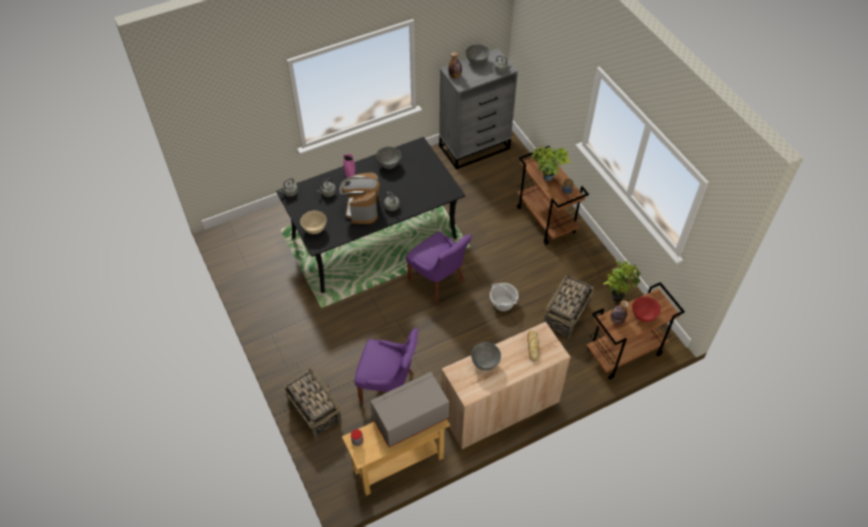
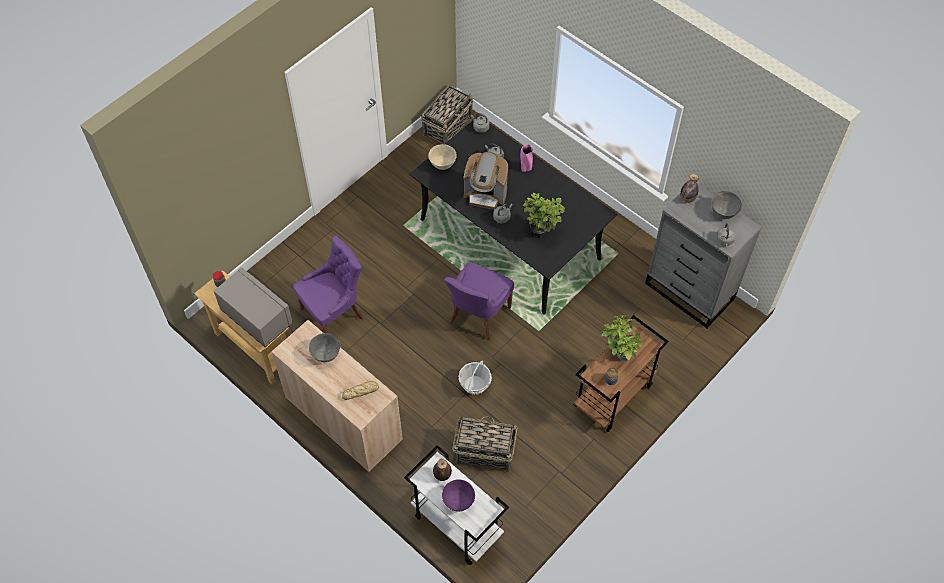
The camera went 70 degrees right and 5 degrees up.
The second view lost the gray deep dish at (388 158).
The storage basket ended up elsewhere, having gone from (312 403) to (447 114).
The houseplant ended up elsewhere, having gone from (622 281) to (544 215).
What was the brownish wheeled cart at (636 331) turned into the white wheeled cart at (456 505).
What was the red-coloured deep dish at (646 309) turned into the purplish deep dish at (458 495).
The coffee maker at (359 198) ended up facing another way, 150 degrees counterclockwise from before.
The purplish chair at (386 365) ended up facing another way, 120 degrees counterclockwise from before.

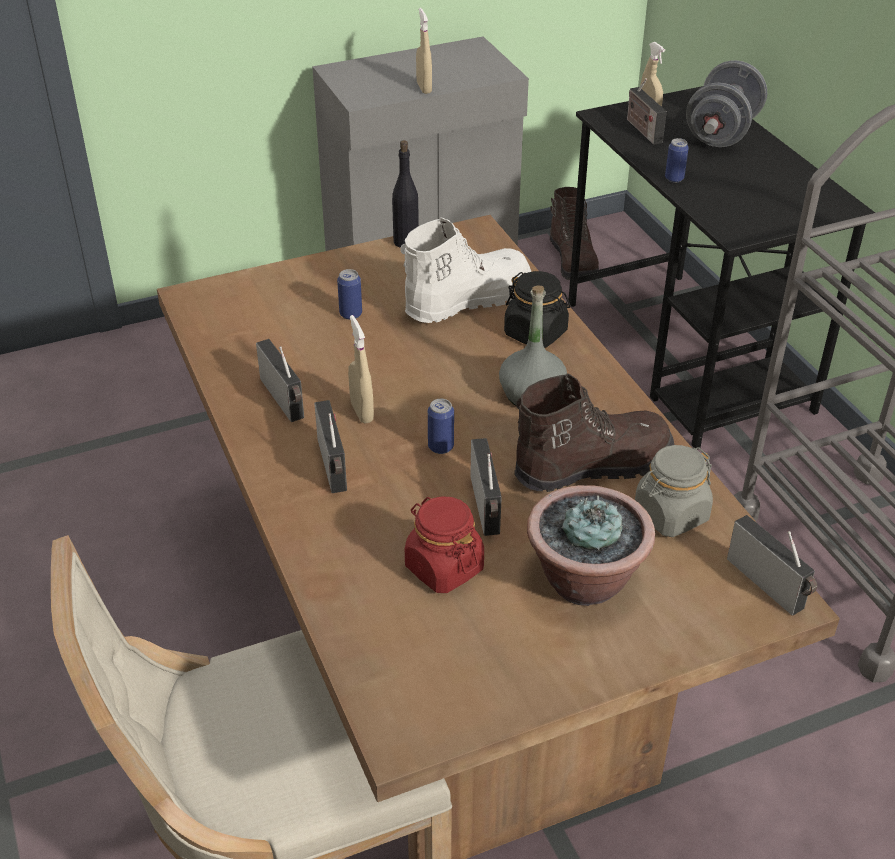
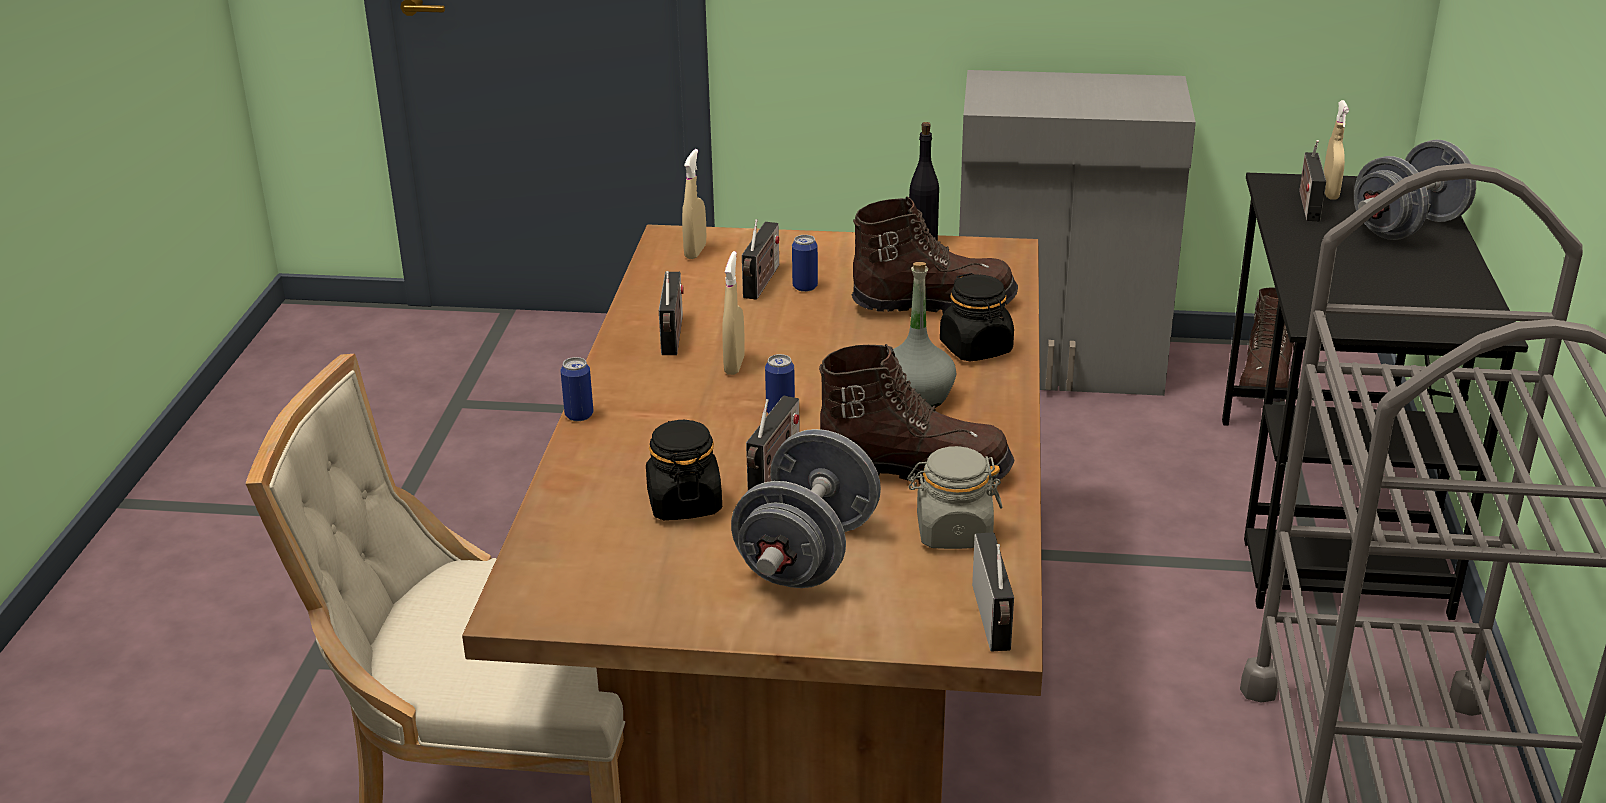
The camera went 30 degrees right and 10 degrees down.
The radio receiver ended up elsewhere, having gone from (330 446) to (760 259).
The beige hand sprayer ended up elsewhere, having gone from (424 51) to (694 204).
The metal can ended up elsewhere, having gone from (677 160) to (576 389).
Where the houseplant stood at (591 545), the gray hand weight came to stand at (806 508).
What was the white boot at (466 270) turned into the brownish boot at (935 255).
What was the red-coloured preserve jar at (444 544) turned into the black-coloured preserve jar at (684 469).

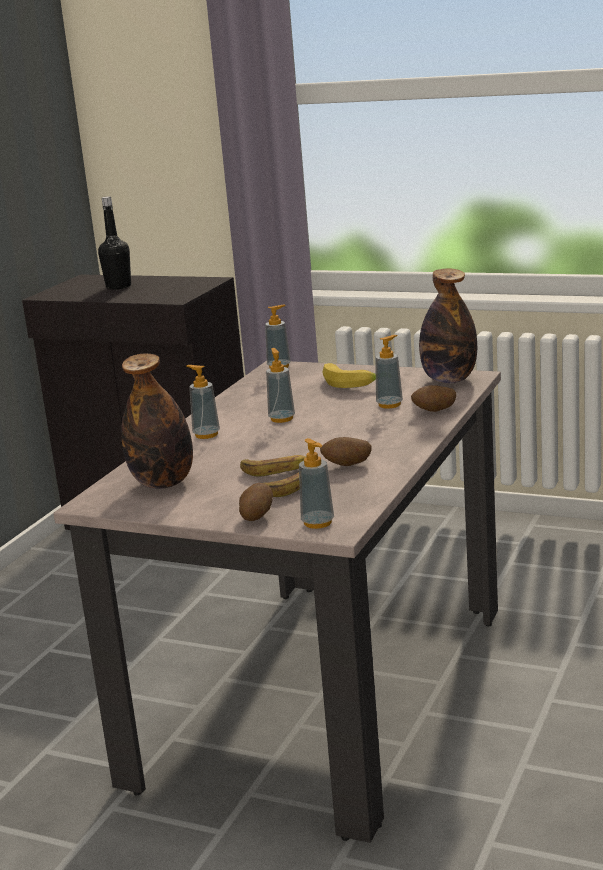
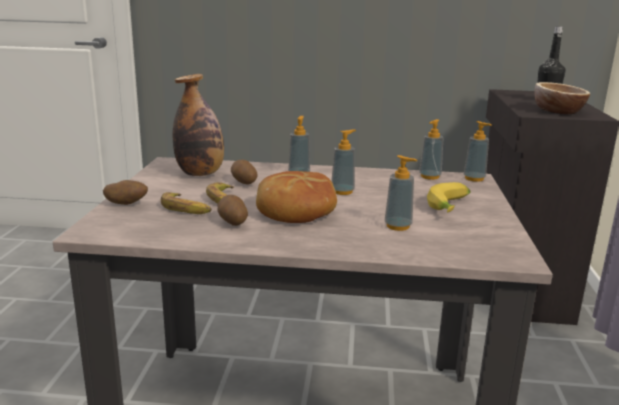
The camera went 70 degrees right and 0 degrees up.
The second view lost the drink bottle at (448 325).
The second view gained the bread at (296 197).
The second view gained the deep dish at (562 98).
The soap dispenser ended up elsewhere, having gone from (316 483) to (431 149).
The potato ended up elsewhere, having gone from (433 398) to (244 172).

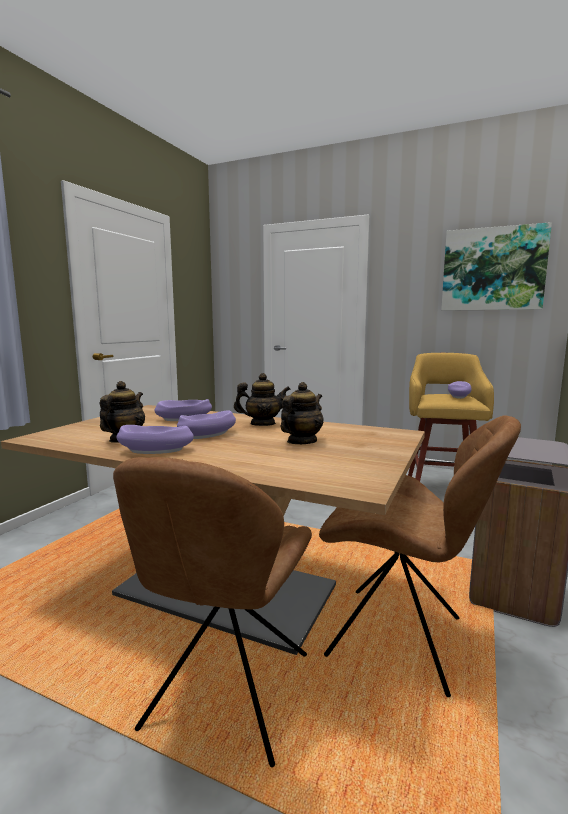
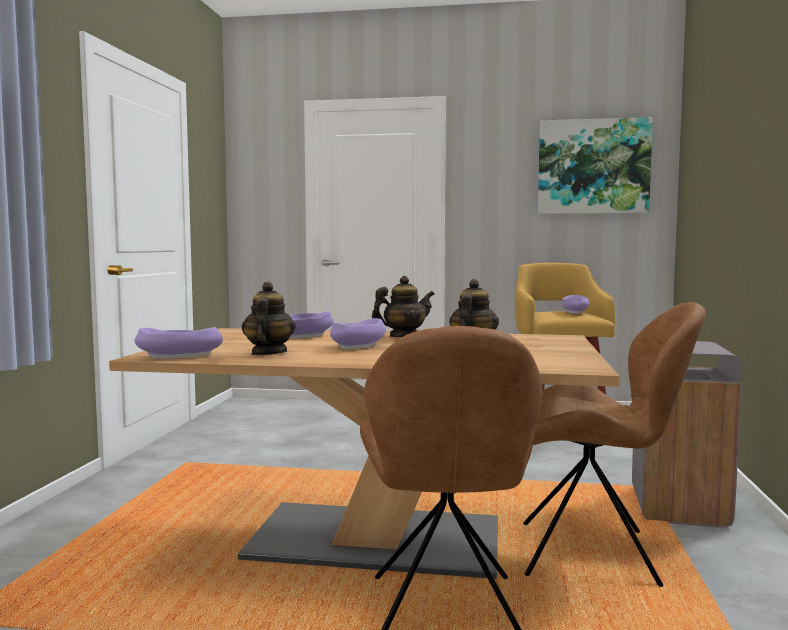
The camera went 15 degrees left and 5 degrees down.
The purplish deep dish ended up elsewhere, having gone from (155 439) to (178 343).

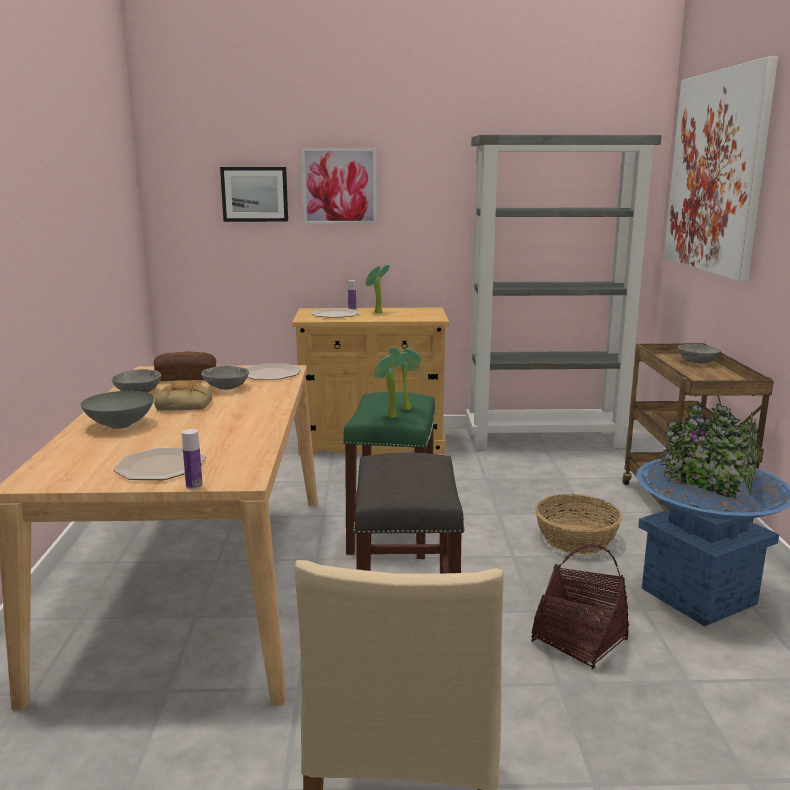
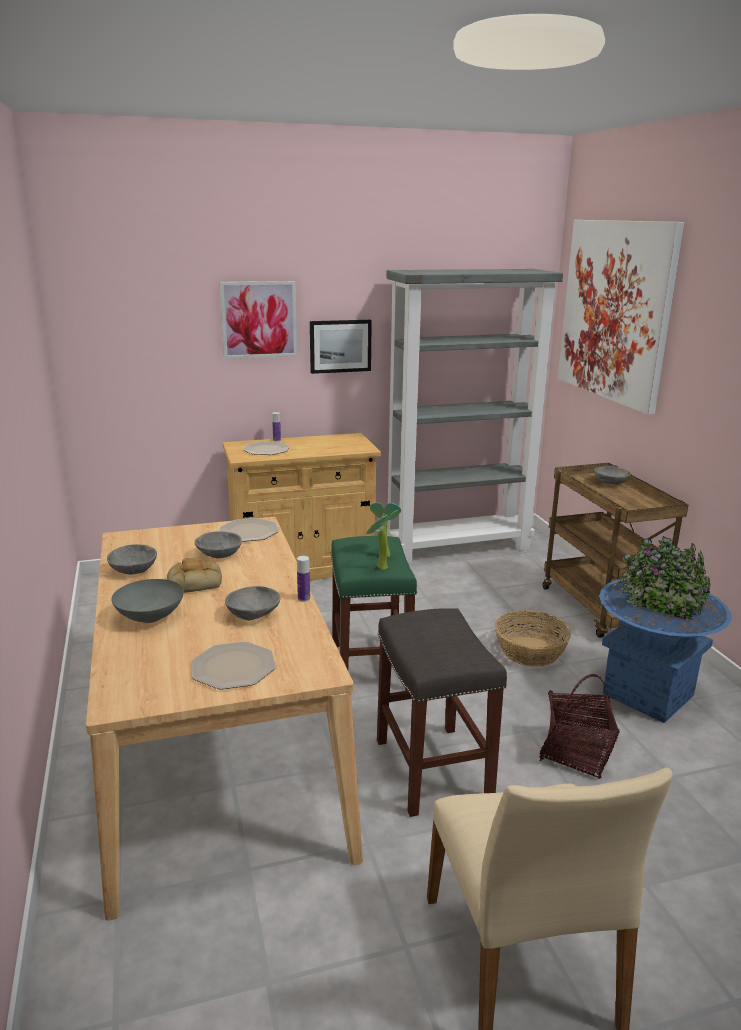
The camera went 15 degrees left and 5 degrees up.
The second view lost the bread at (184 366).
The second view lost the houseplant at (377 289).
The second view gained the gray deep dish at (252 603).
The drink bottle ended up elsewhere, having gone from (192 459) to (303 579).
The wall picture ended up elsewhere, having gone from (254 194) to (341 347).

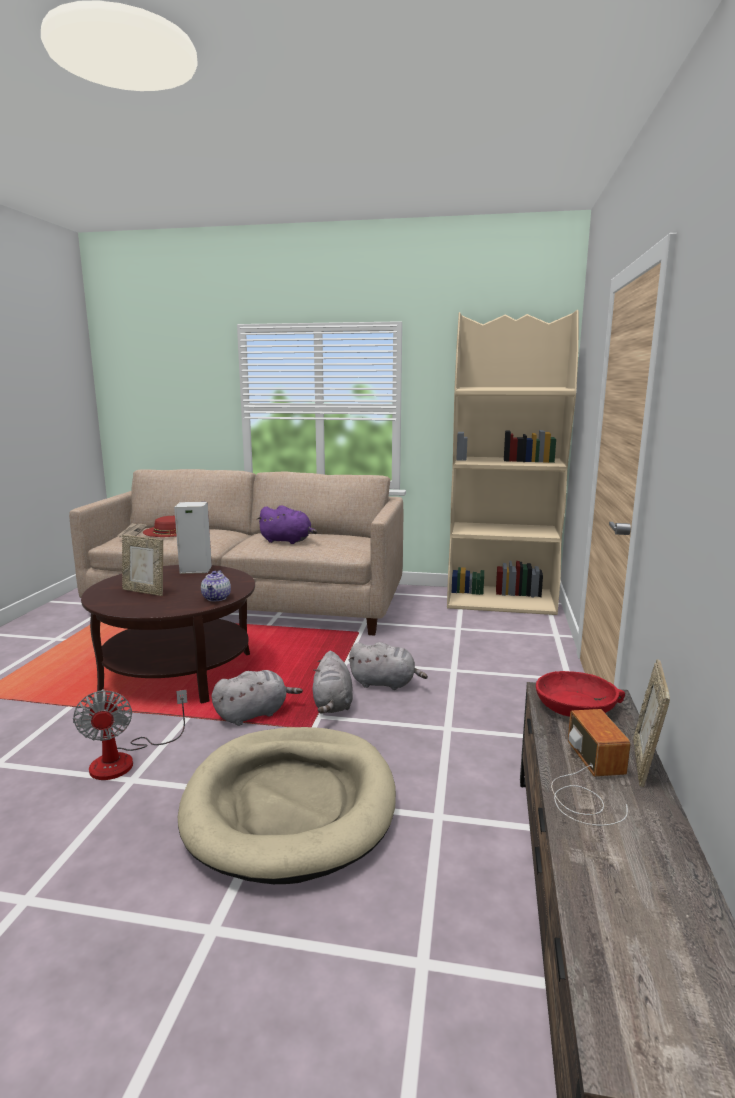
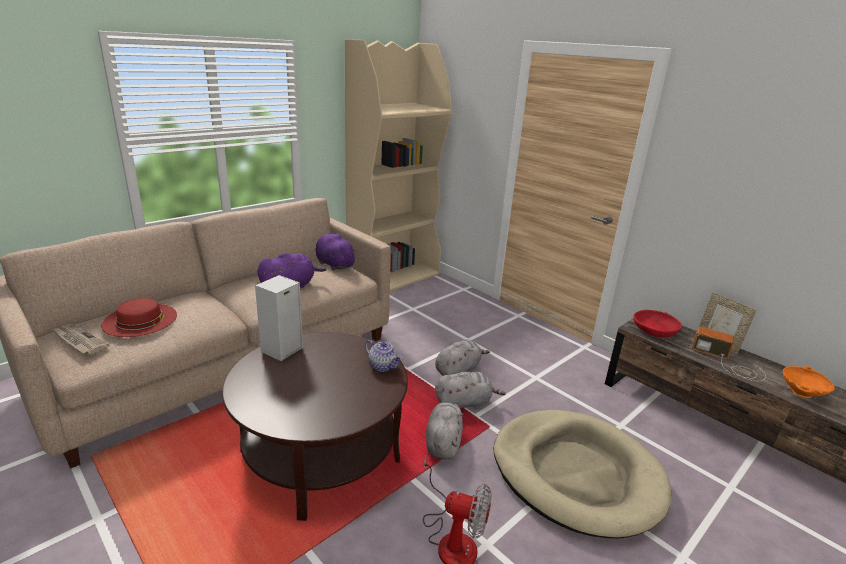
The camera went 55 degrees left and 10 degrees up.
The second view lost the picture frame at (142 565).
The second view gained the purplish soft toy at (336 252).
The second view gained the orange-coloured deep dish at (809 382).
The gray soft toy at (333 682) ended up facing another way, 45 degrees counterclockwise from before.

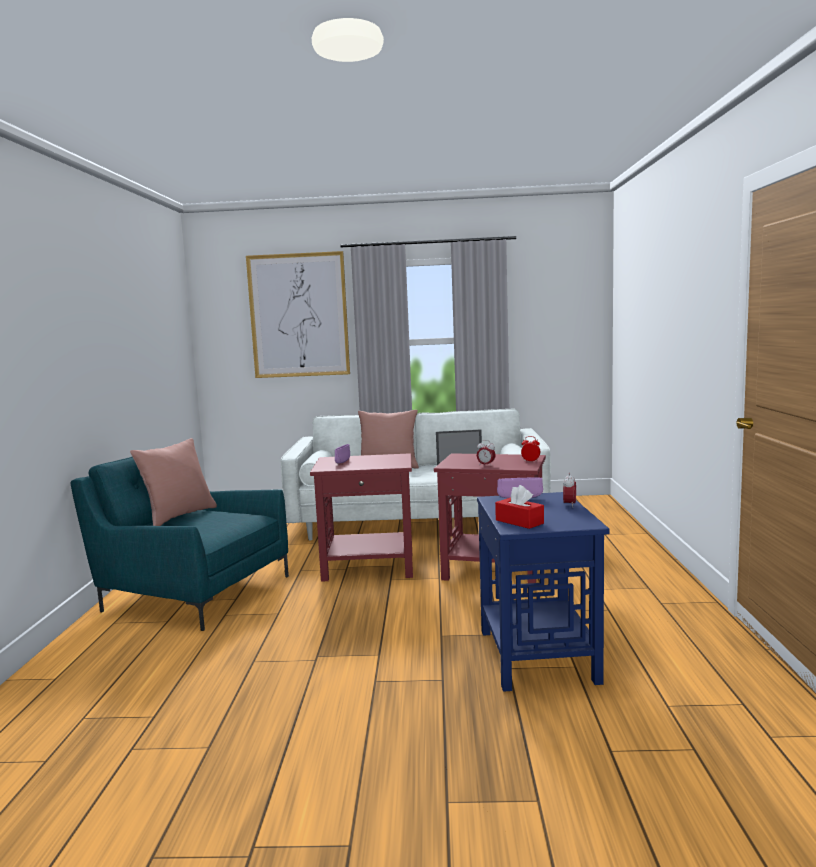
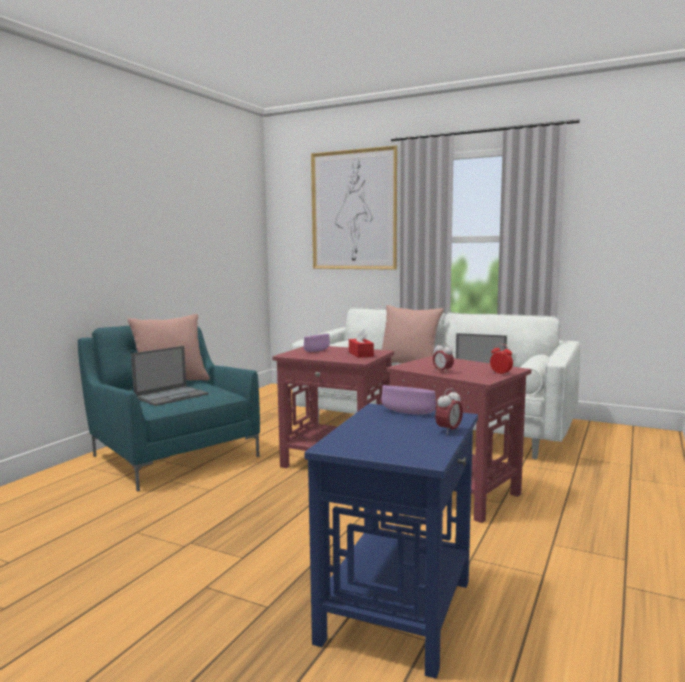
The camera went 25 degrees right and 0 degrees up.
The second view gained the portable computer at (169 376).
The red-coloured tissue box ended up elsewhere, having gone from (519 507) to (361 343).

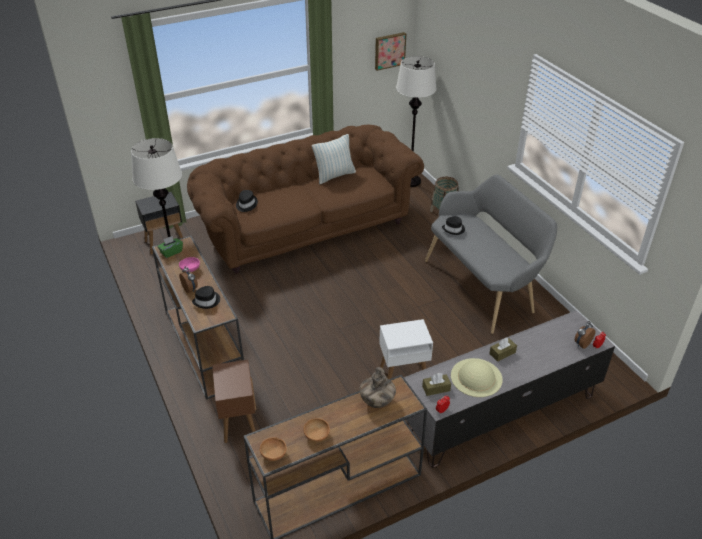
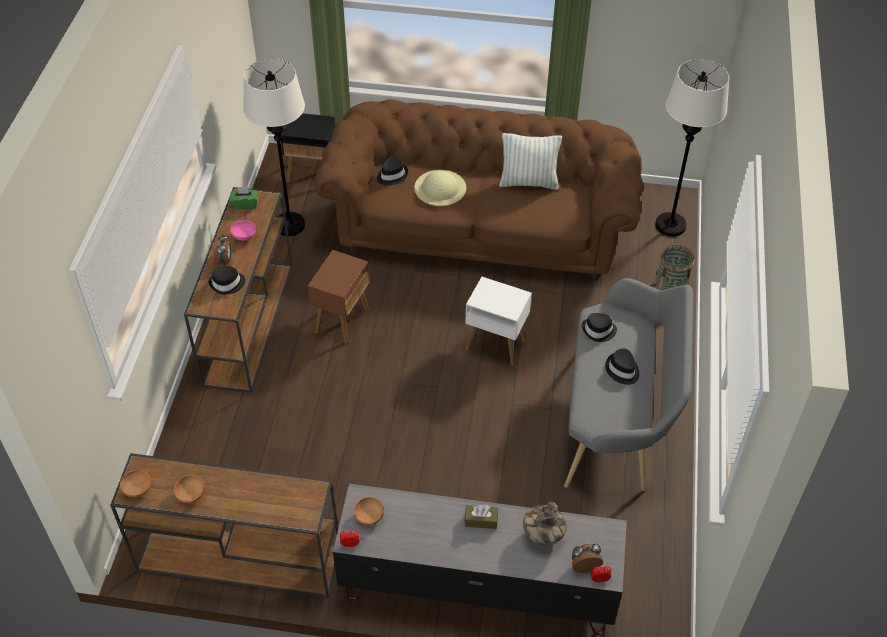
The camera went 35 degrees right and 10 degrees up.
The second view lost the wall picture at (390 51).
The second view gained the black-coloured wearable hat at (622 367).
The brownish side table ended up elsewhere, having gone from (234 401) to (338 297).
The vase ended up elsewhere, having gone from (377 387) to (545 524).
The white side table ended up elsewhere, having gone from (406 349) to (498 321).
The beige wearable hat ended up elsewhere, having gone from (477 377) to (440 188).
Where the brownish tissue box stood at (436 384), the brownish deep dish came to stand at (369 511).

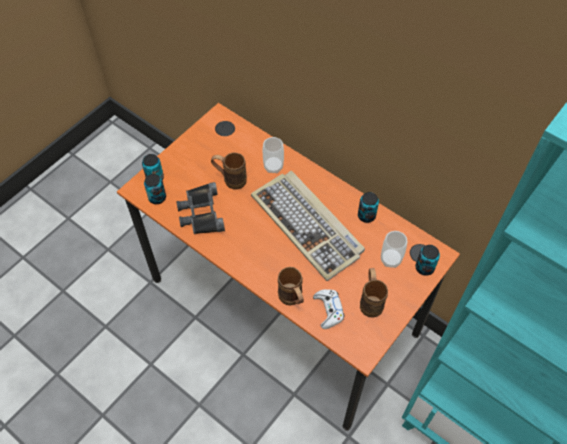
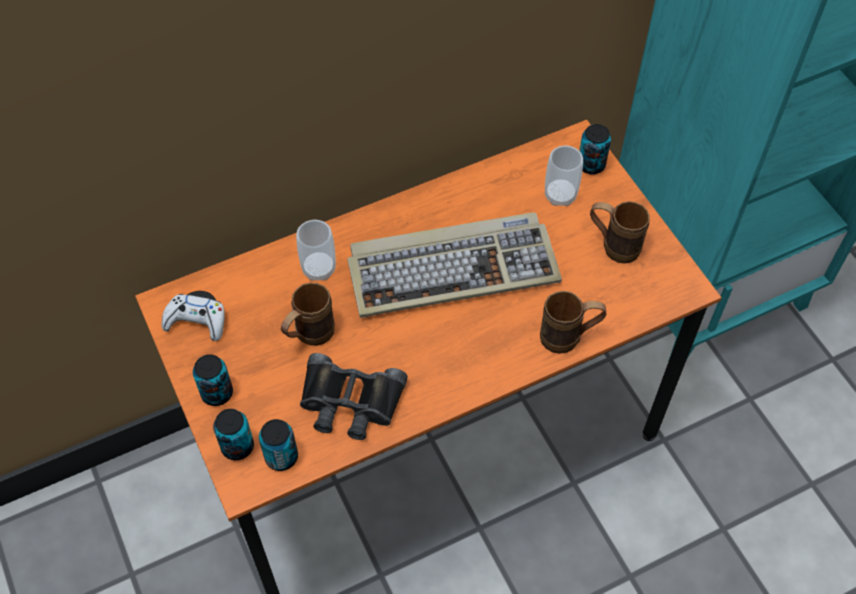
The camera went 65 degrees left and 0 degrees up.
The white game controller ended up elsewhere, having gone from (329 309) to (193 317).
The metal can ended up elsewhere, having gone from (368 207) to (213 380).

